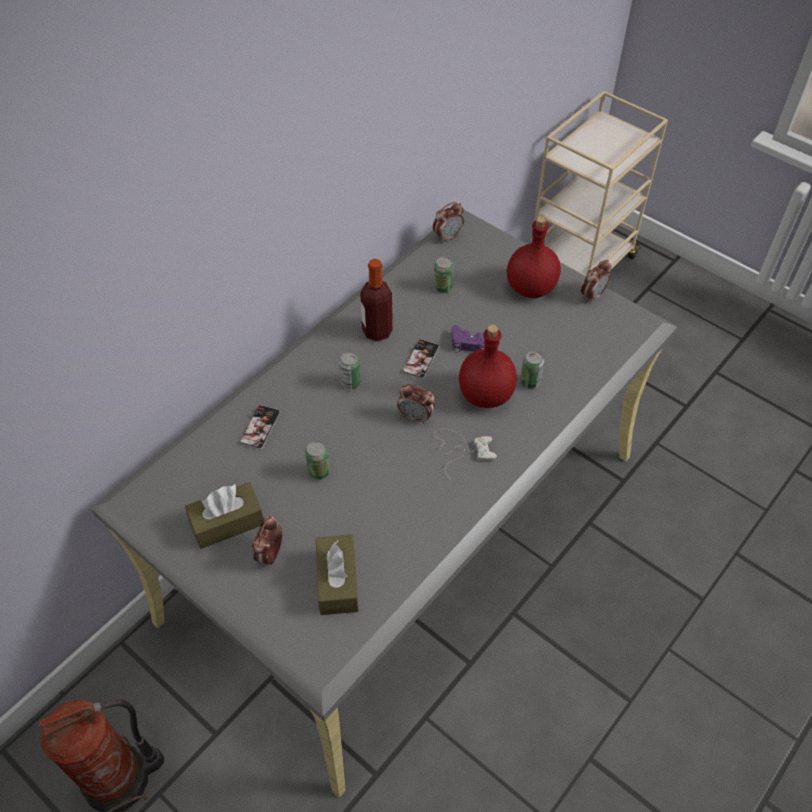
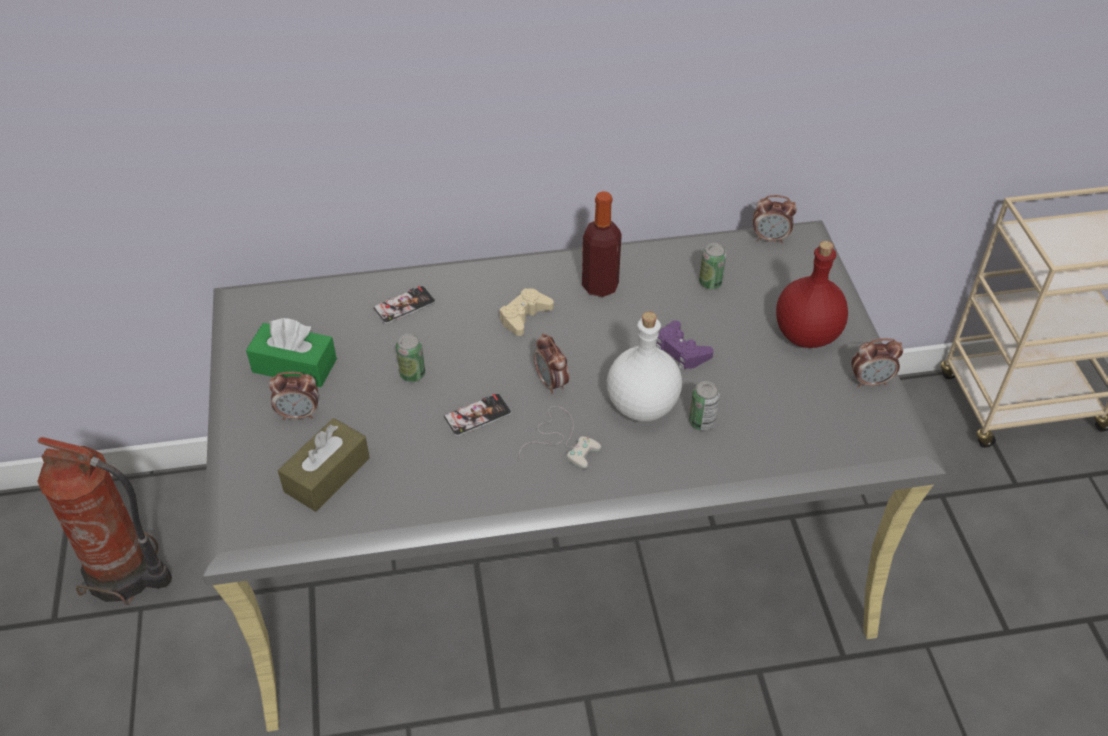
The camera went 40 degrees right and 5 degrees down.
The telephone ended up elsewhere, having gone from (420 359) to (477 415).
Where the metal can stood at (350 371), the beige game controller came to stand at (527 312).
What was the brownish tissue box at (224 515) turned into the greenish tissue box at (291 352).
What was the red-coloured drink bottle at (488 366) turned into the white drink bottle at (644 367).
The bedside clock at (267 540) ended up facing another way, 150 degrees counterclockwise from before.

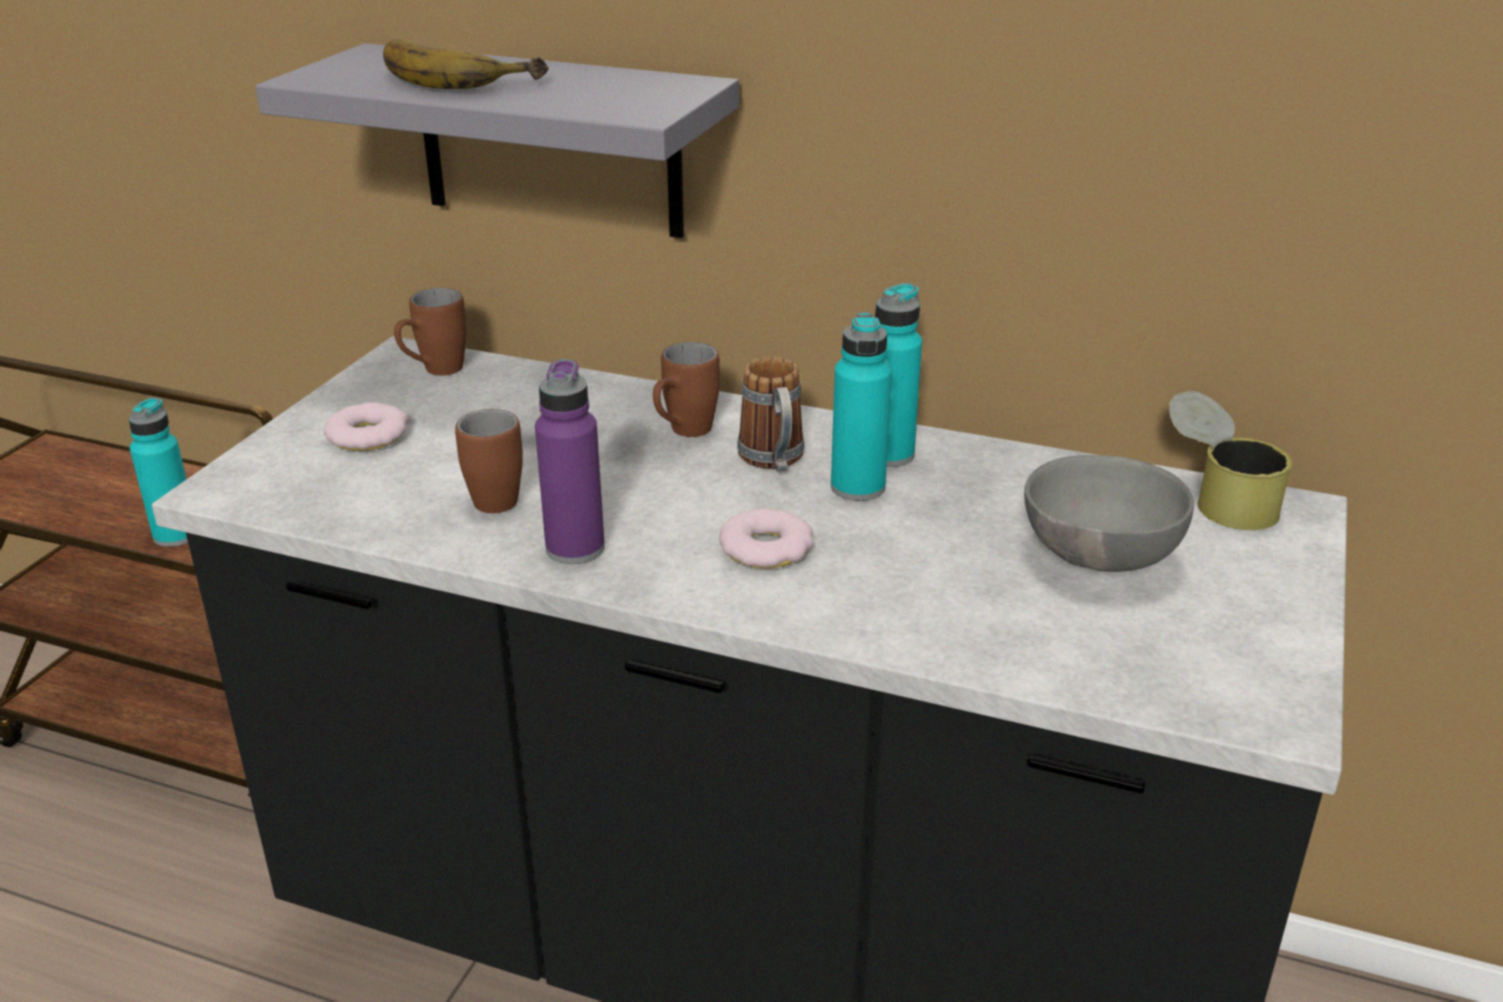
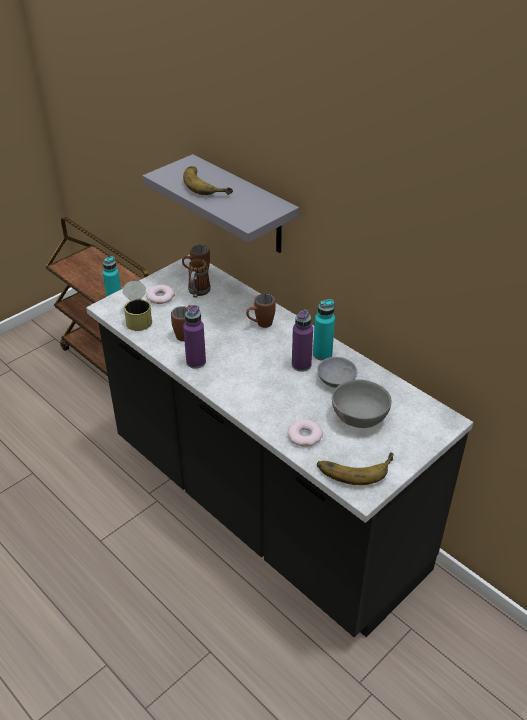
The camera went 25 degrees right and 10 degrees up.
The second view gained the gray deep dish at (337 372).
The second view gained the whole banana at (355 468).
The doughnut ended up elsewhere, having gone from (766 538) to (305 433).
The coffee mug ended up elsewhere, having gone from (771 414) to (199 278).
The metal can ended up elsewhere, having gone from (1230 460) to (137 306).
What was the turquoise drink bottle at (861 407) turned into the purplish drink bottle at (302 341).

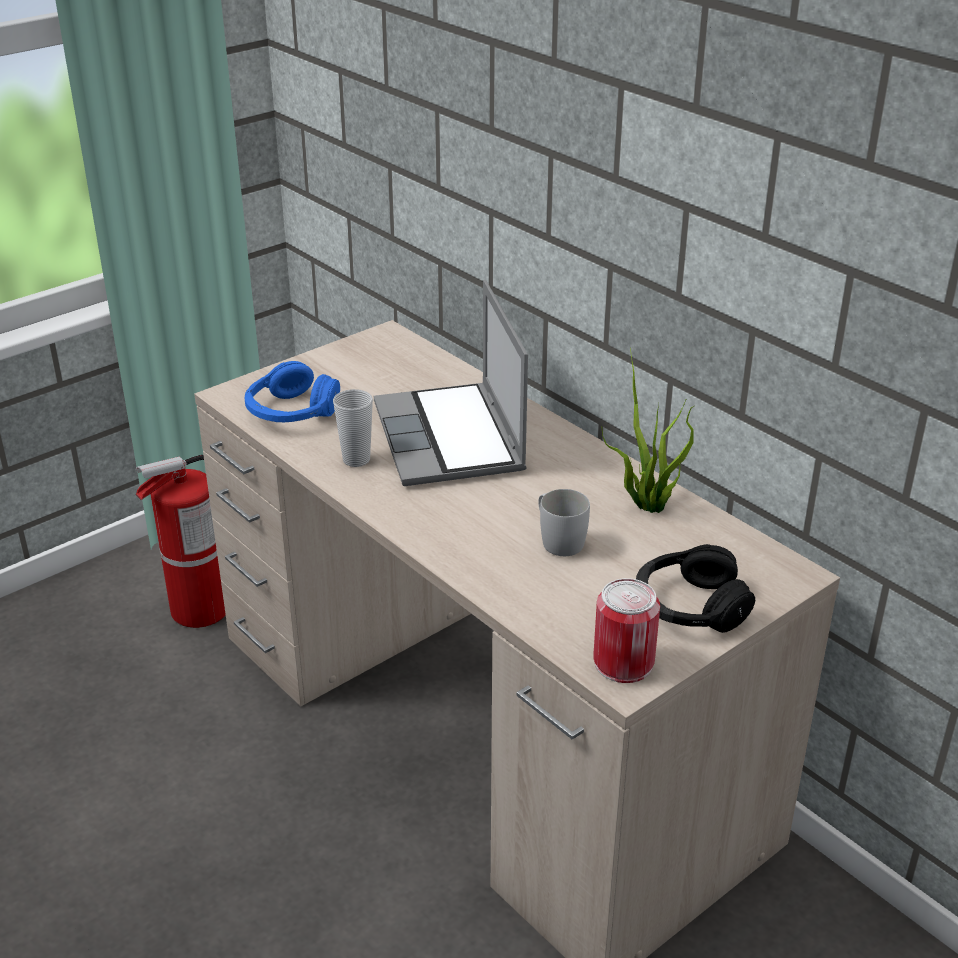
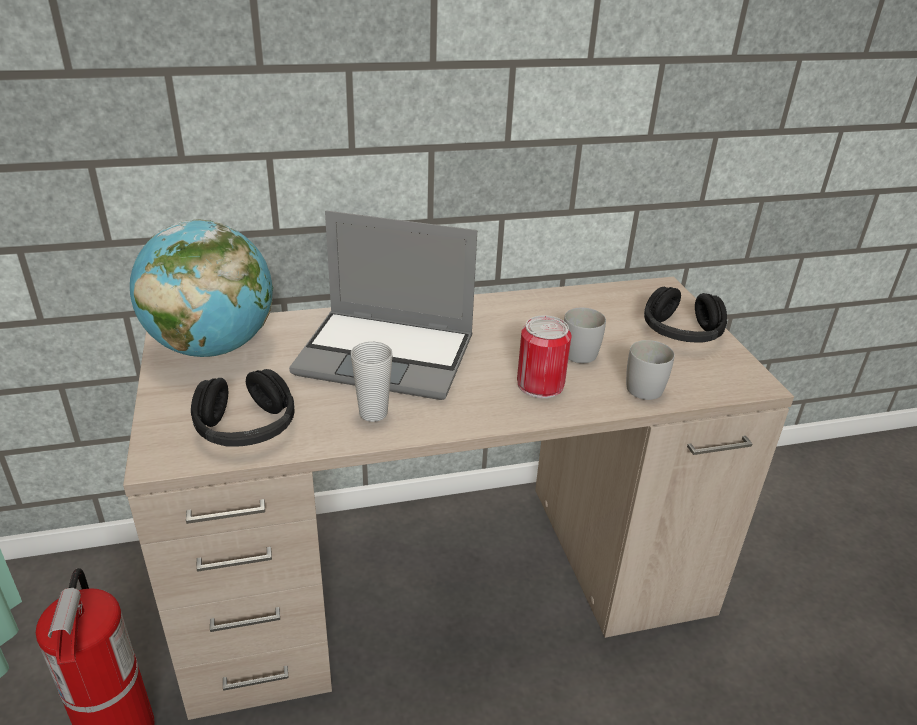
The camera went 65 degrees left and 0 degrees up.
The second view lost the houseplant at (648 430).
The second view gained the globe at (201 288).
The second view gained the white coffee mug at (650 370).
The metal can ended up elsewhere, having gone from (626 630) to (544 356).
What was the bluish pair of headphones at (292 391) turned into the black-coloured pair of headphones at (243 408).

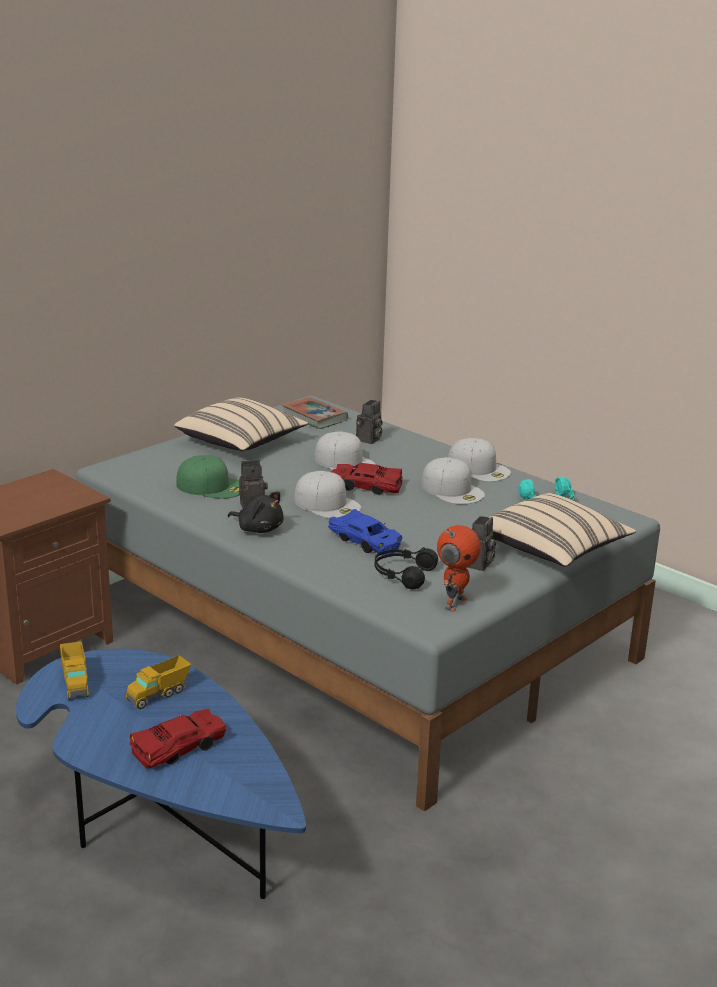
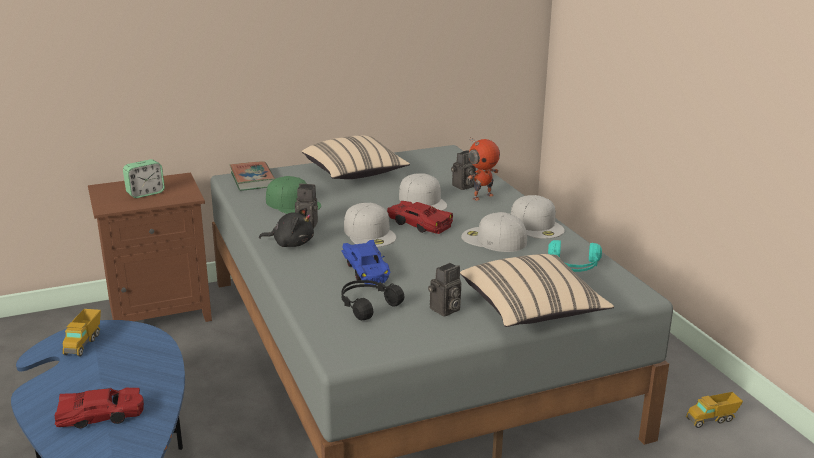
The camera went 25 degrees right and 0 degrees up.
The second view gained the bedside clock at (144 178).
The toy lorry ended up elsewhere, having gone from (158 682) to (714 410).
The book ended up elsewhere, having gone from (315 413) to (252 176).
The toy robot ended up elsewhere, having gone from (459 568) to (484 168).
The black-coloured soft toy at (255 512) ended up facing another way, 45 degrees counterclockwise from before.
The white baseball cap at (453 480) ended up facing another way, 135 degrees clockwise from before.

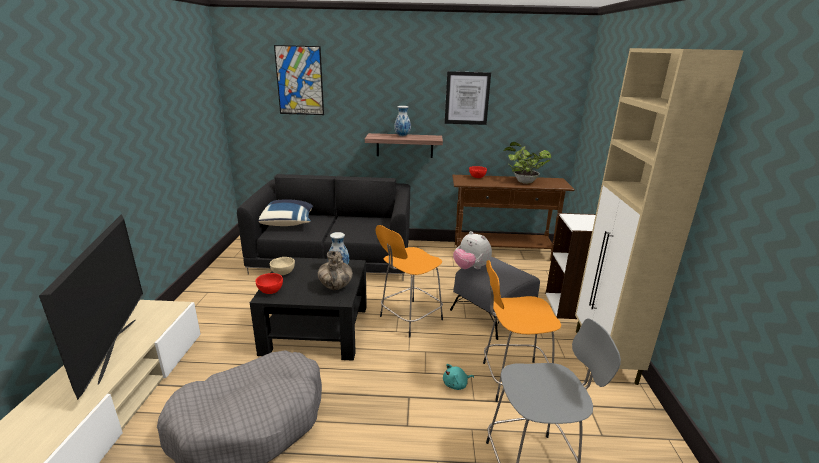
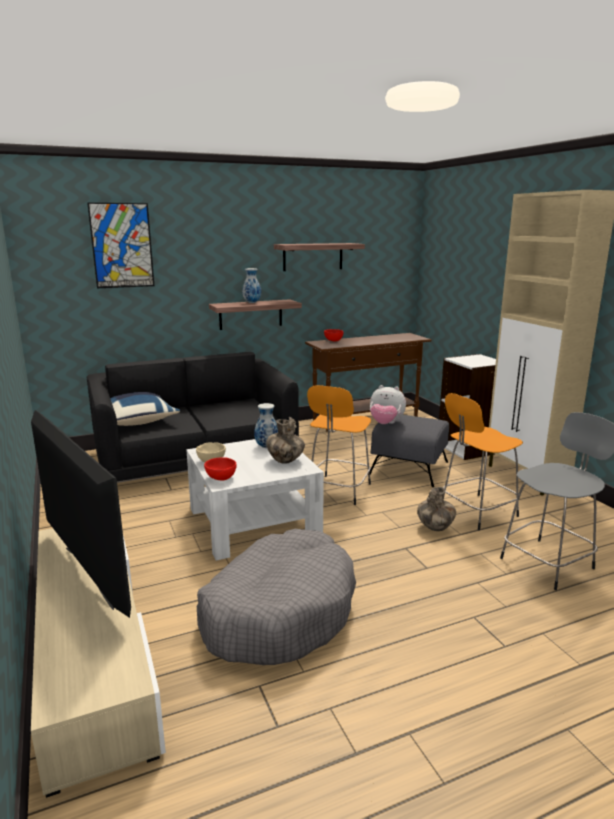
The camera went 25 degrees left and 5 degrees down.
The second view lost the houseplant at (527 163).
Where the turquoise soft toy stood at (458 377), the vase came to stand at (436 509).
Where the wall picture hung at (468 98), the bracket shelf came to hang at (319 257).
What was the black-coloured coffee table at (308 309) turned into the white coffee table at (255 500).

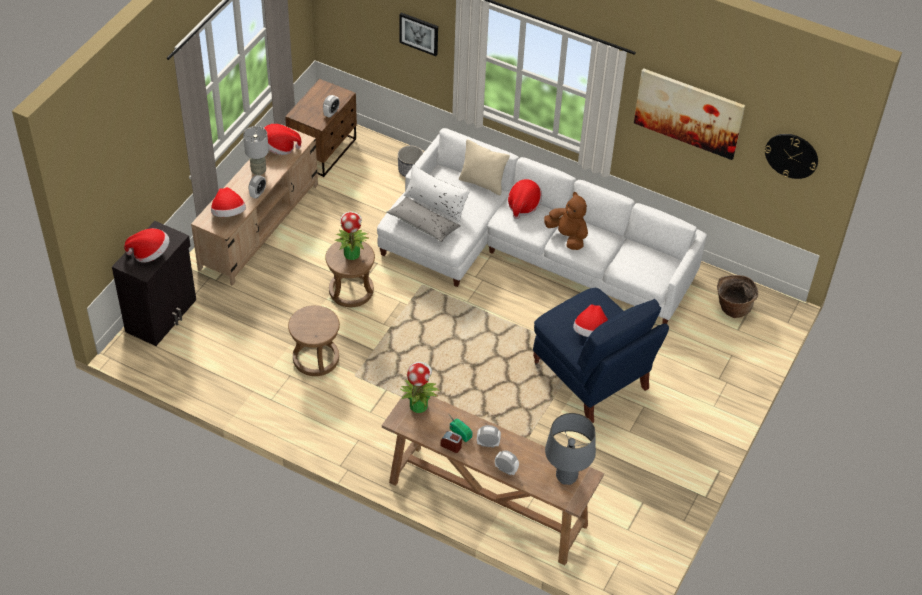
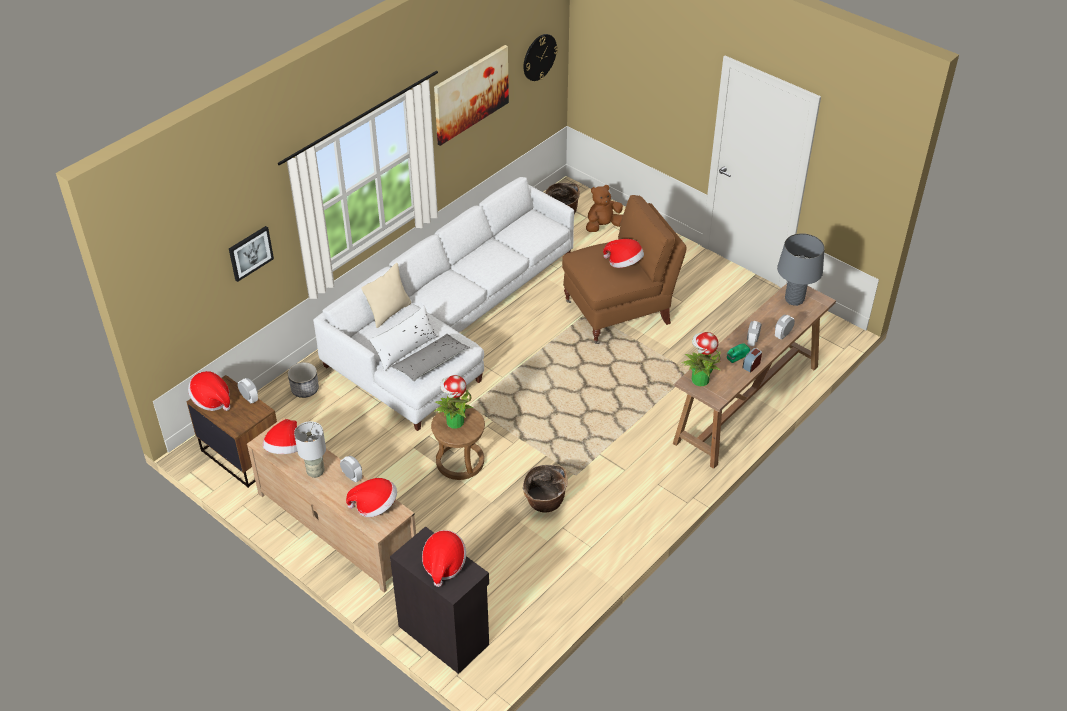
The camera went 75 degrees left and 5 degrees down.
The wearable hat ended up elsewhere, having gone from (525 199) to (209 391).
The brownish soft toy ended up elsewhere, having gone from (566 221) to (604 208).
Where the brownish sitting stool stood at (314 340), the storage basket came to stand at (545 489).
What was the bluish armchair at (601 355) turned into the brownish armchair at (624 269).

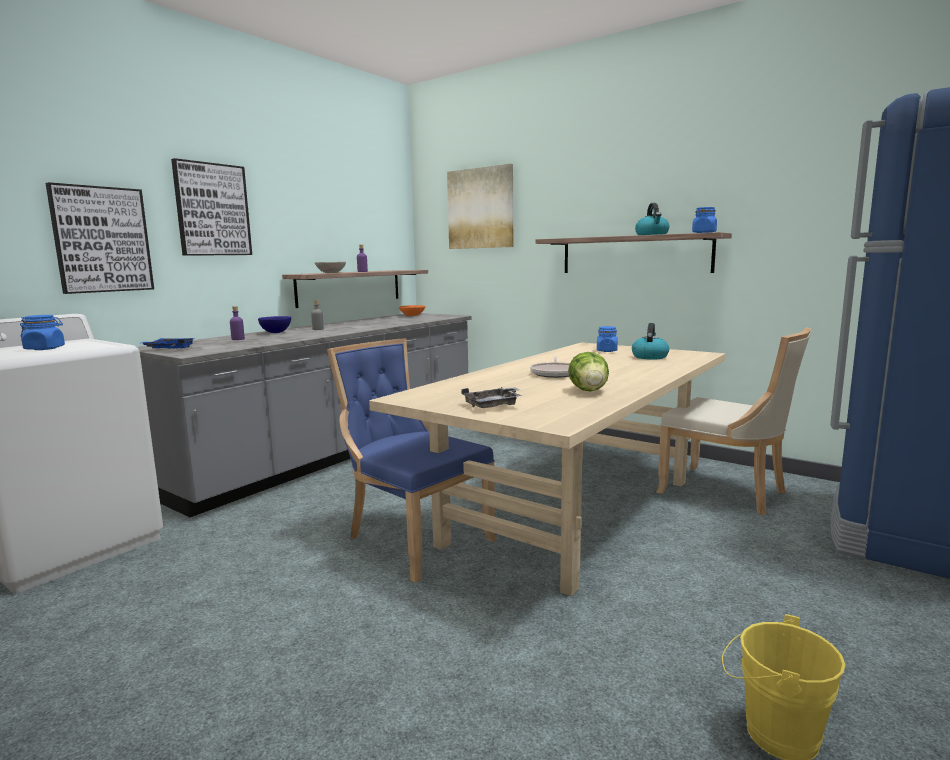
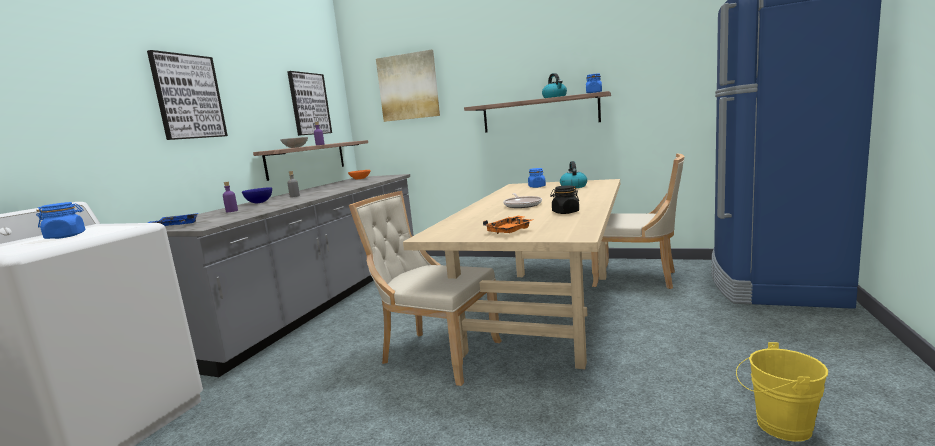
The camera went 15 degrees left and 0 degrees up.
The wall picture ended up elsewhere, having gone from (100 238) to (309 103).
Where the lettuce head stood at (588 371), the black-coloured preserve jar came to stand at (564 199).
What was the bluish chair at (412 460) turned into the beige chair at (425 288).
What was the gray serving tray at (491 397) turned into the orange-coloured serving tray at (507 225).

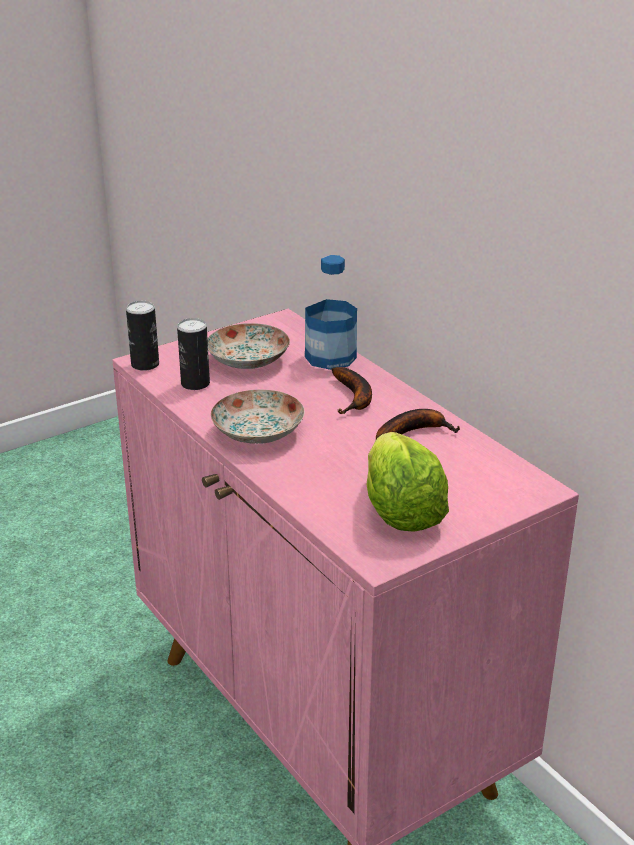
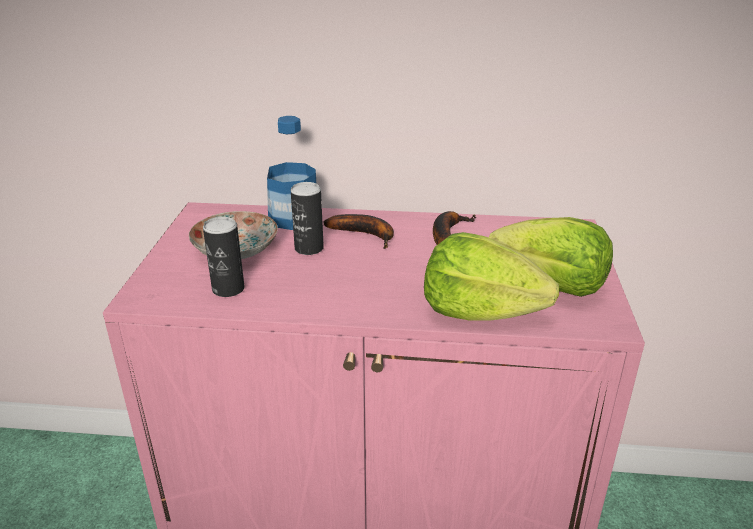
The camera went 50 degrees left and 0 degrees up.
The second view lost the flat dish at (258 417).
The second view gained the lettuce head at (491 276).
The metal can ended up elsewhere, having gone from (142 336) to (307 218).

